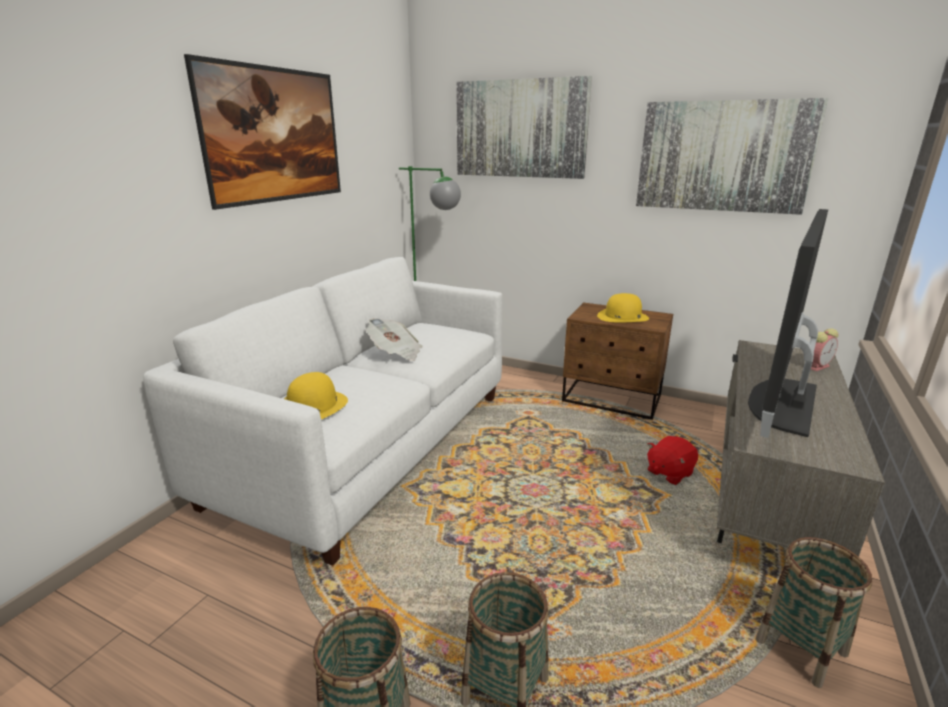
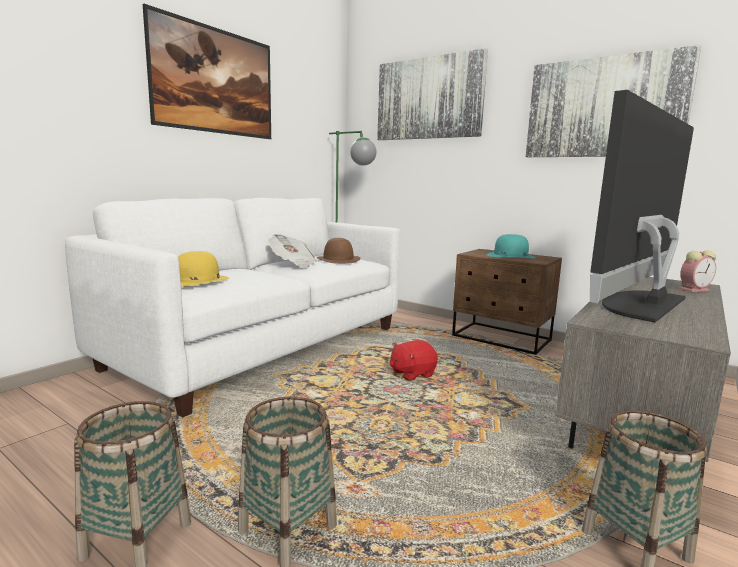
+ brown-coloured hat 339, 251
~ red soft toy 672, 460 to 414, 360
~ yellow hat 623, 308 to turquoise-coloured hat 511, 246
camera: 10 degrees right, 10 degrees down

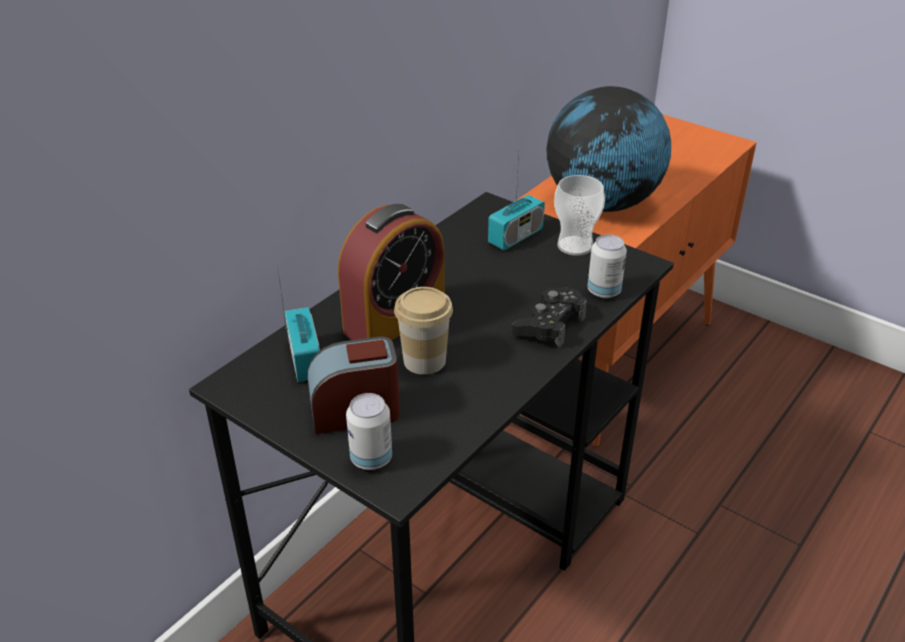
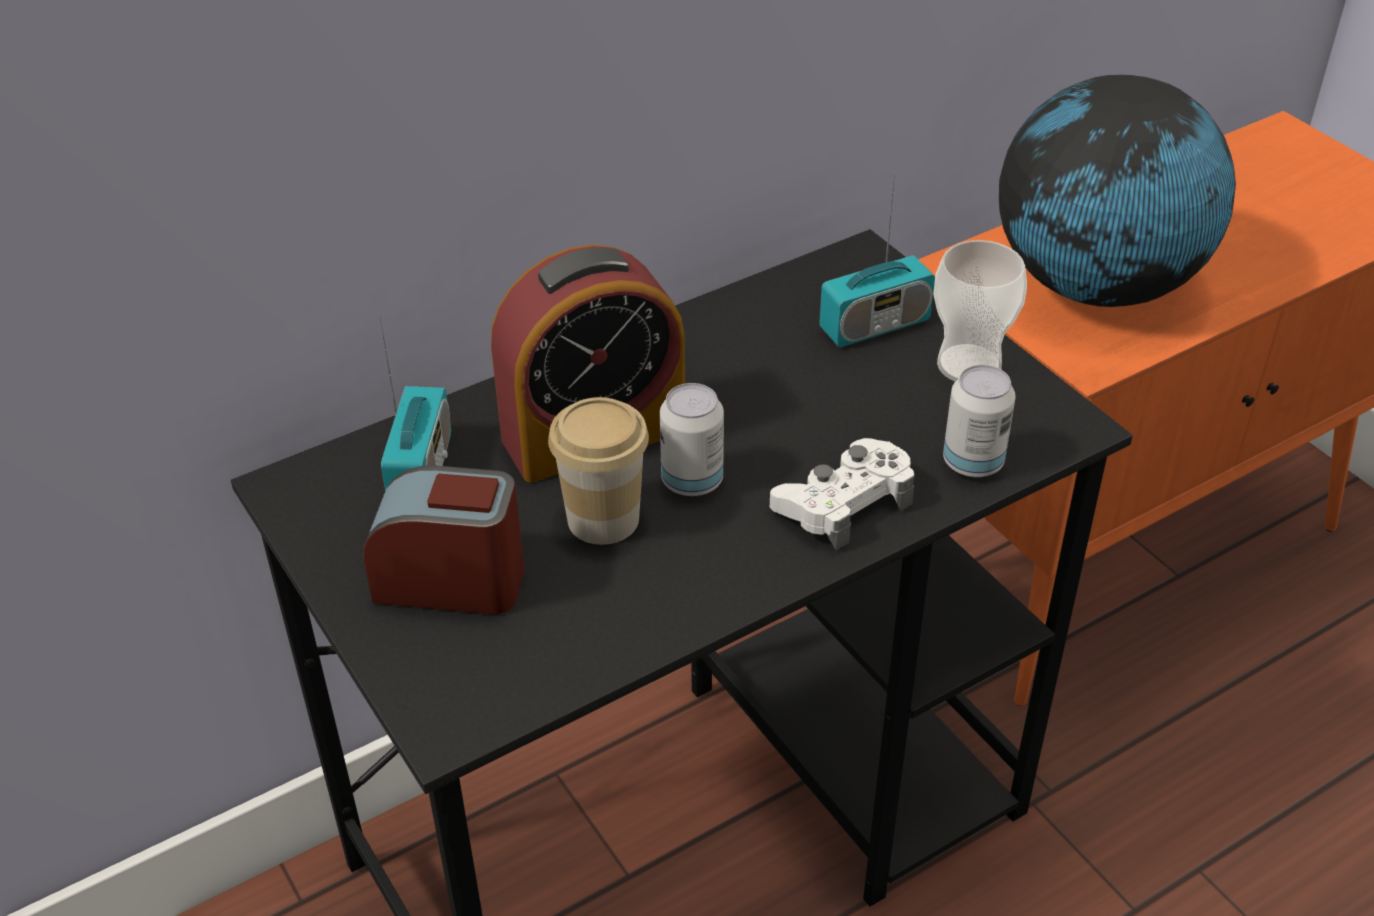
~ sealed can 369, 431 to 692, 439
~ black-coloured game controller 549, 317 to white game controller 842, 494
camera: 20 degrees right, 5 degrees up

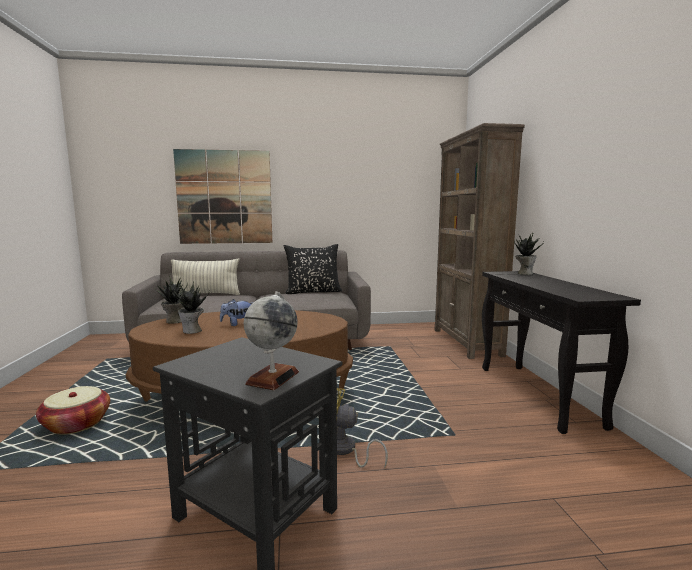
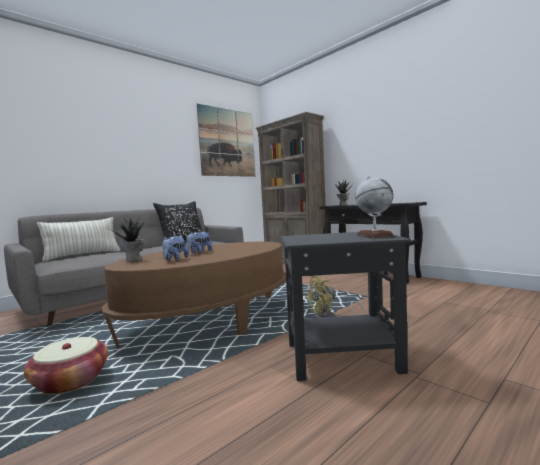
~ wall picture 222, 196 to 226, 140
~ houseplant 192, 307 to soft toy 175, 248
camera: 35 degrees left, 5 degrees down

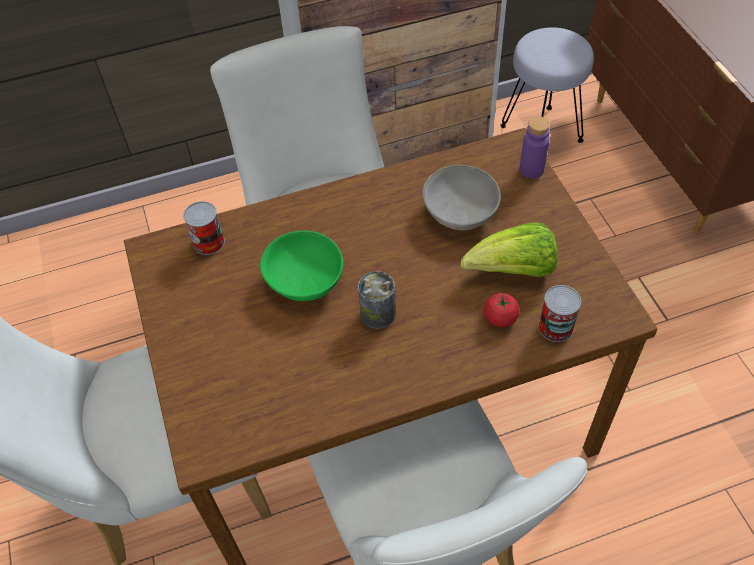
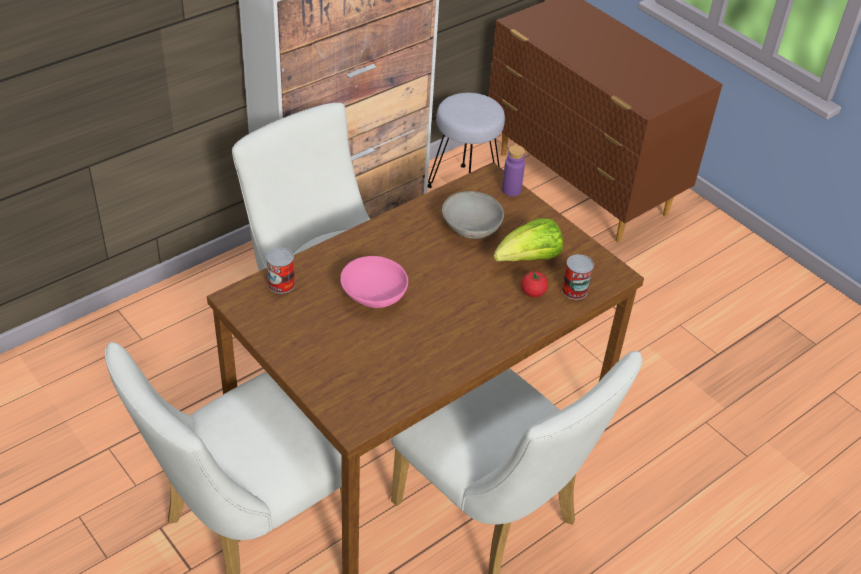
- sealed can 377, 300
~ greenish bowl 301, 266 to pink bowl 374, 282
camera: 25 degrees left, 10 degrees down

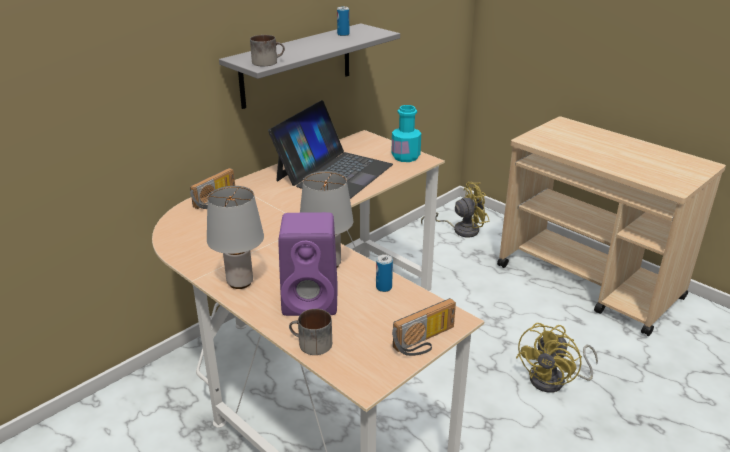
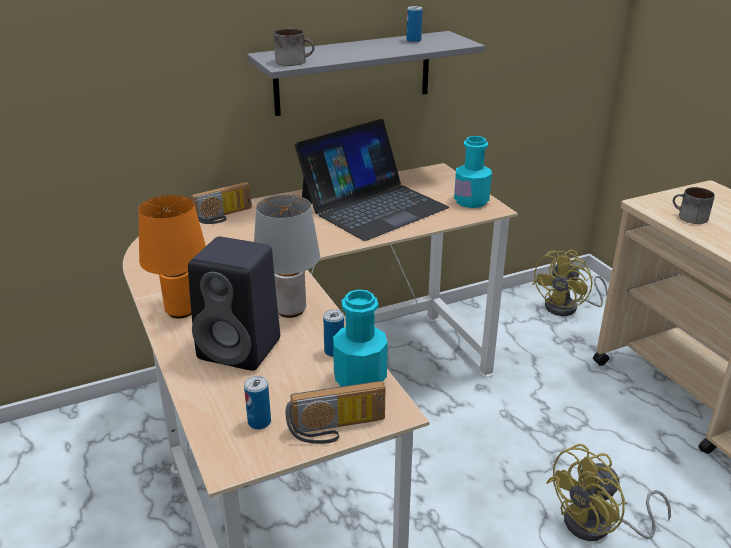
+ sealed can 257, 403
+ turquoise-coloured bottle 360, 338
~ tea mug 310, 332 to 694, 205
~ gray tabletop lamp 235, 237 to orangey tabletop lamp 172, 257
~ purple audio speaker 308, 264 to black-coloured audio speaker 234, 304
~ yellow cooling fan 455, 209 = 570, 283 120 degrees clockwise
camera: 20 degrees right, 0 degrees up

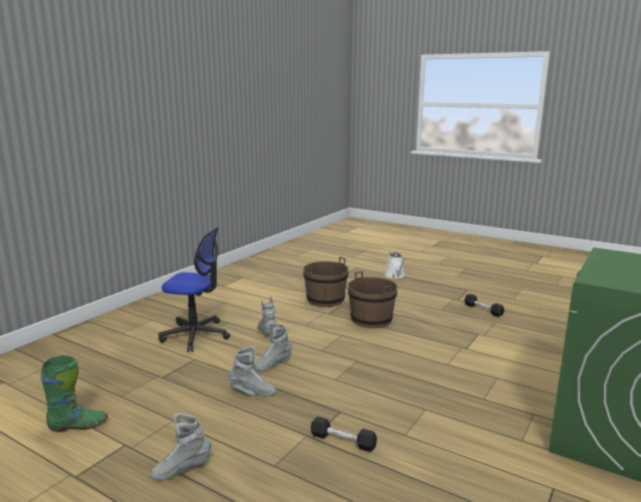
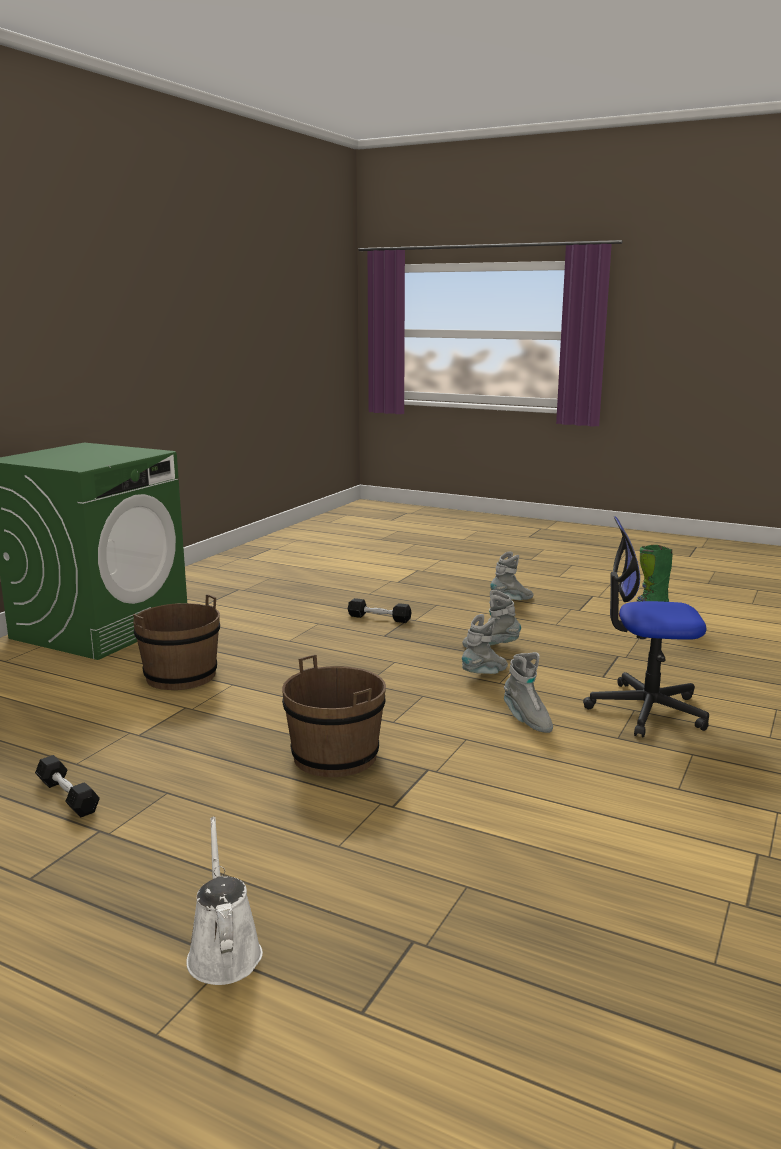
~ brown-coloured water bucket 325, 282 to 176, 642
camera: 175 degrees right, 0 degrees up

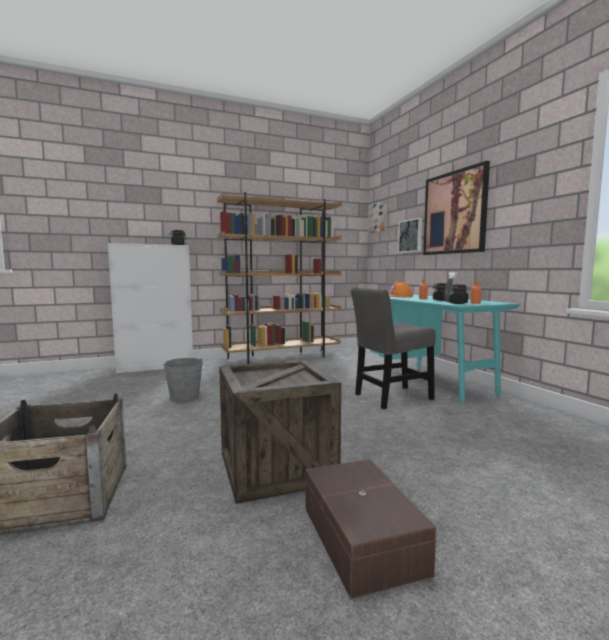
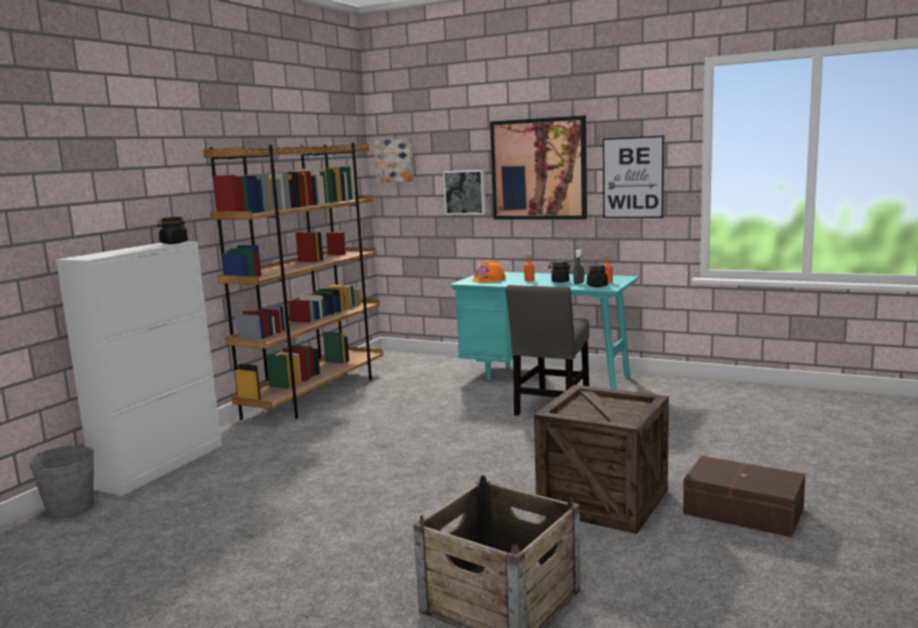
+ wall picture 633, 177
~ gray water bucket 183, 380 to 61, 480
camera: 40 degrees left, 5 degrees up

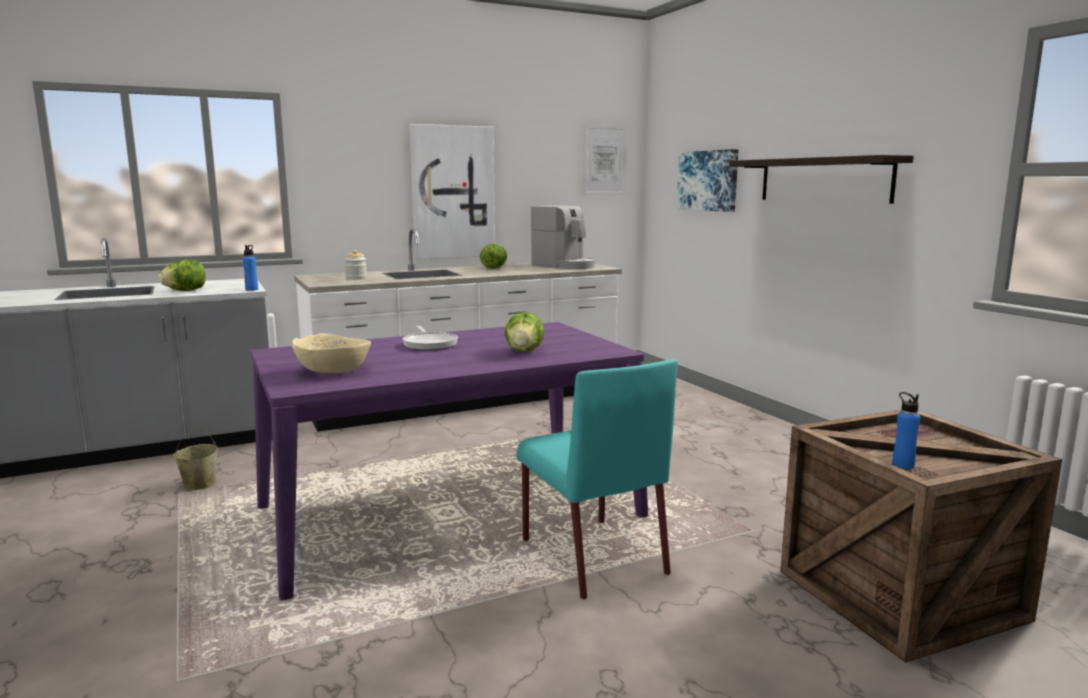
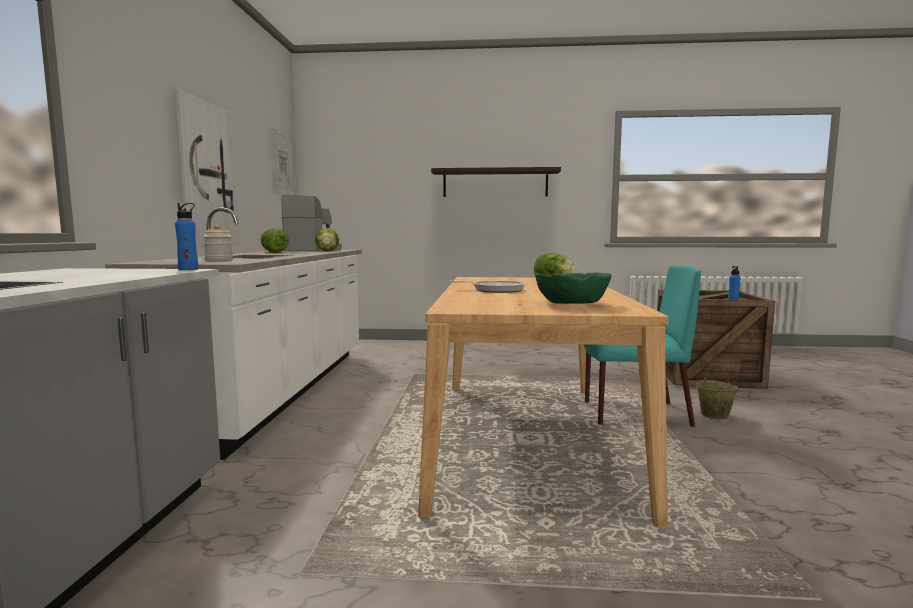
- wall picture 708, 180
~ lettuce 182, 275 to 327, 239
~ sand-coloured water bucket 196, 459 to 717, 392
~ purple kitchen table 449, 461 to sand-coloured kitchen table 543, 402
~ sand-coloured bowl 331, 353 to greenish bowl 573, 288
camera: 60 degrees left, 5 degrees down

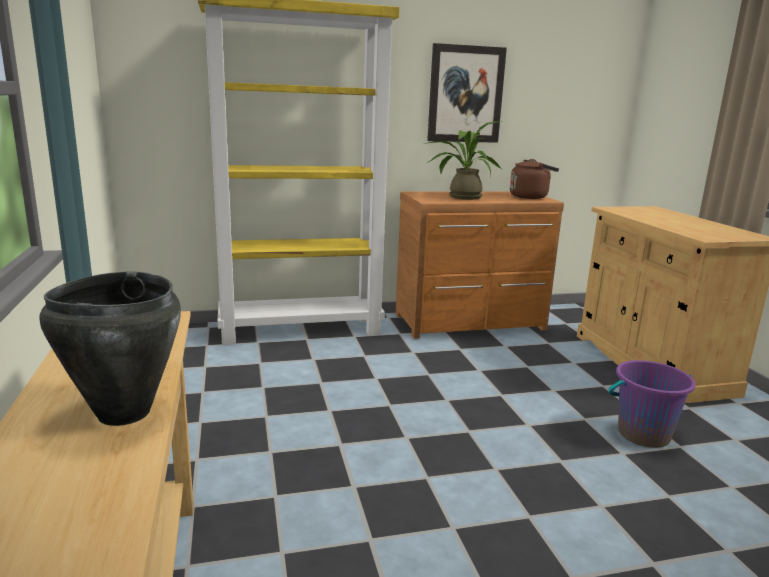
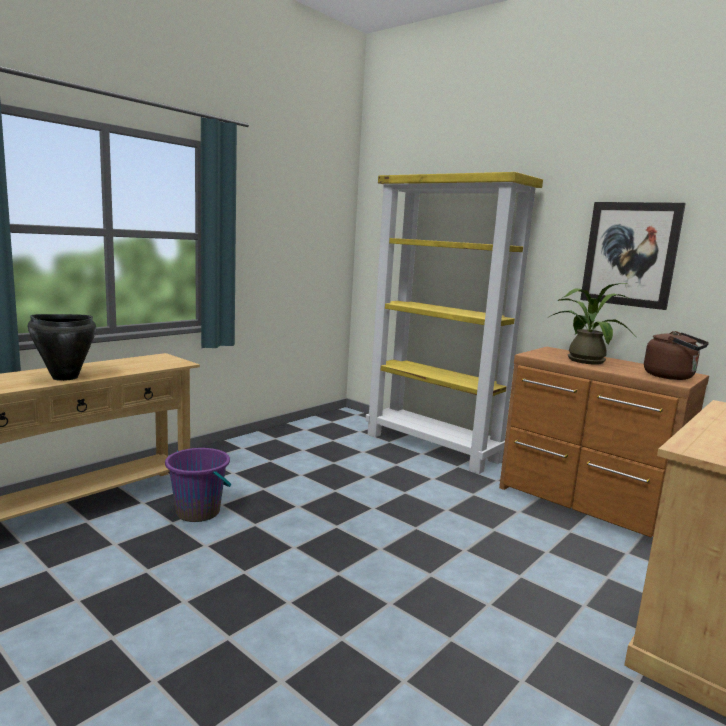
~ purple water bucket 652, 404 to 198, 485
camera: 55 degrees right, 5 degrees down

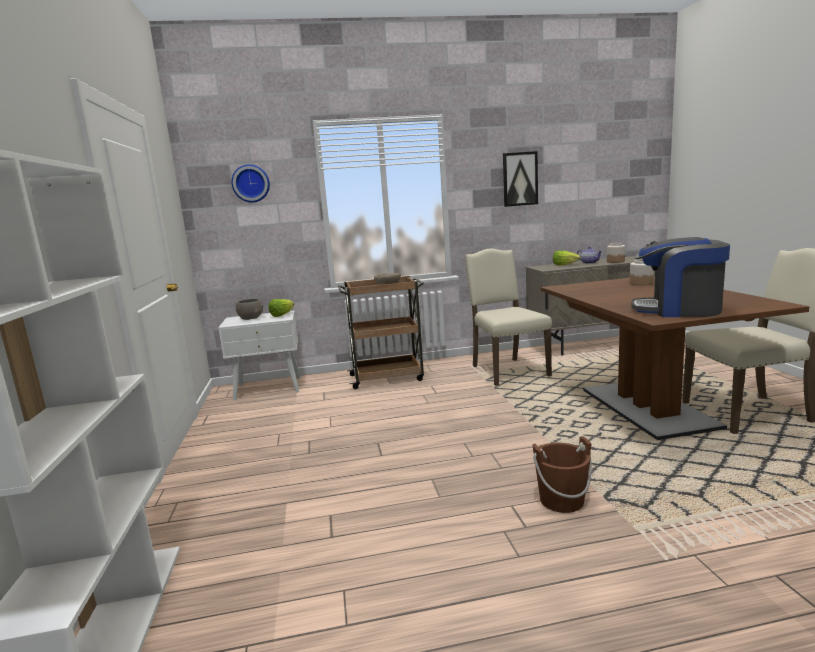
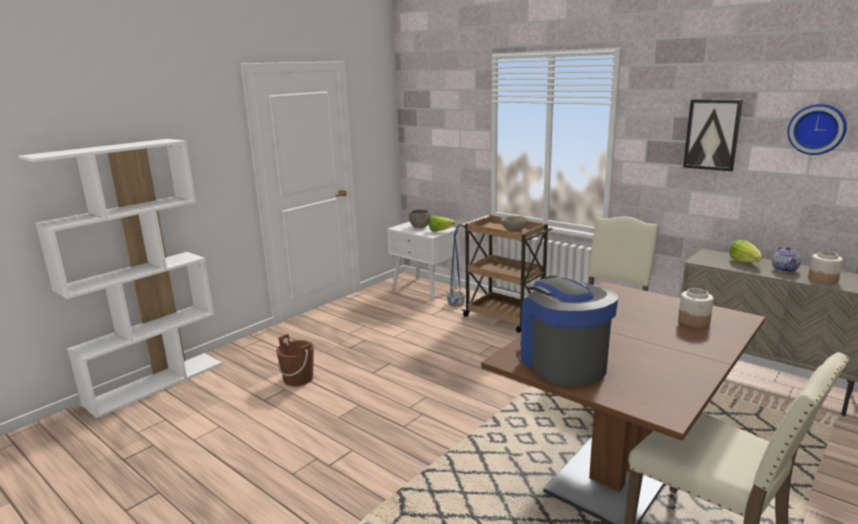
+ blue-coloured plant pot 456, 265
~ hanging clock 251, 183 to 817, 129
~ brown-coloured water bucket 562, 474 to 295, 360
camera: 50 degrees right, 5 degrees up

